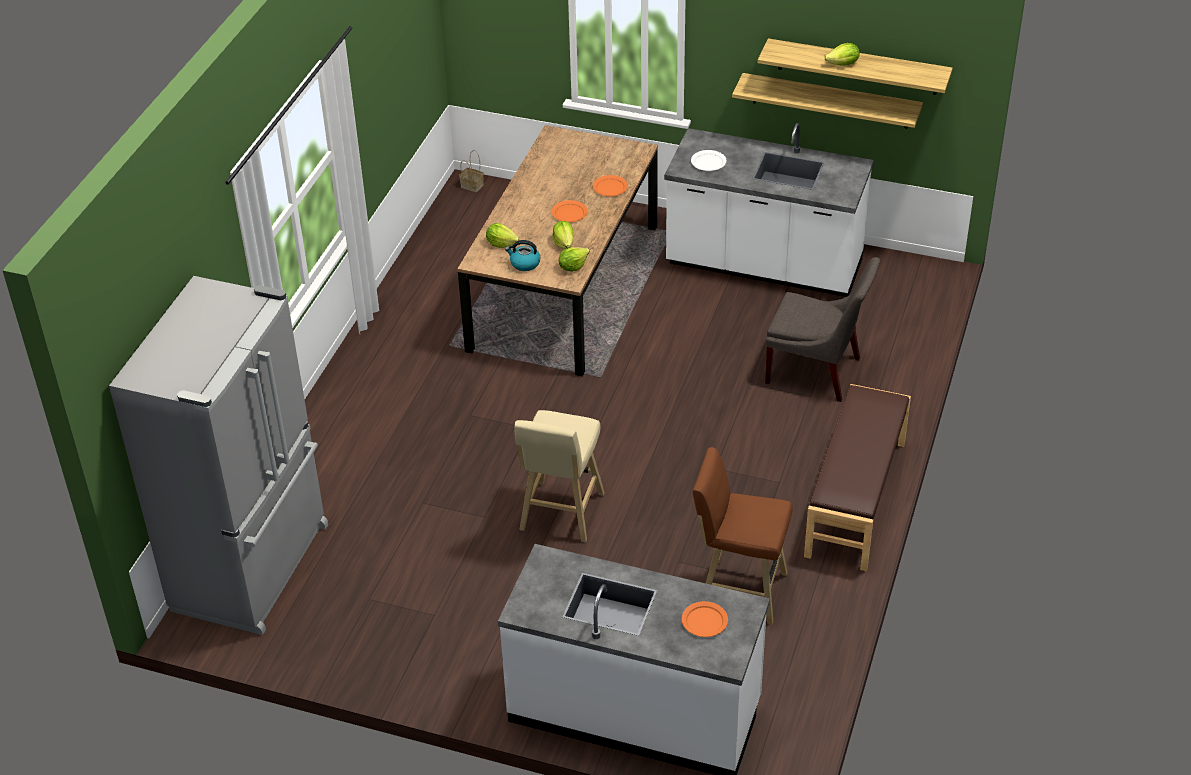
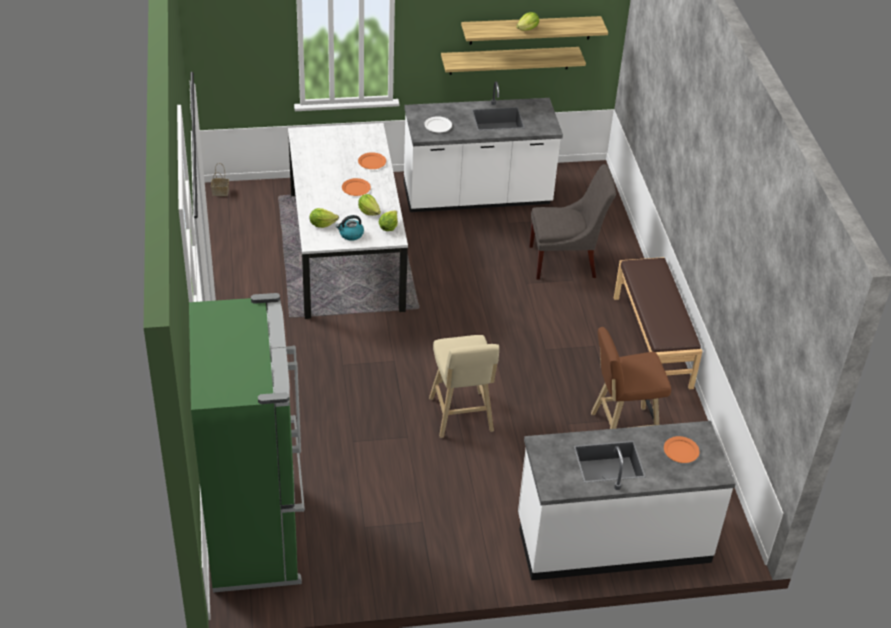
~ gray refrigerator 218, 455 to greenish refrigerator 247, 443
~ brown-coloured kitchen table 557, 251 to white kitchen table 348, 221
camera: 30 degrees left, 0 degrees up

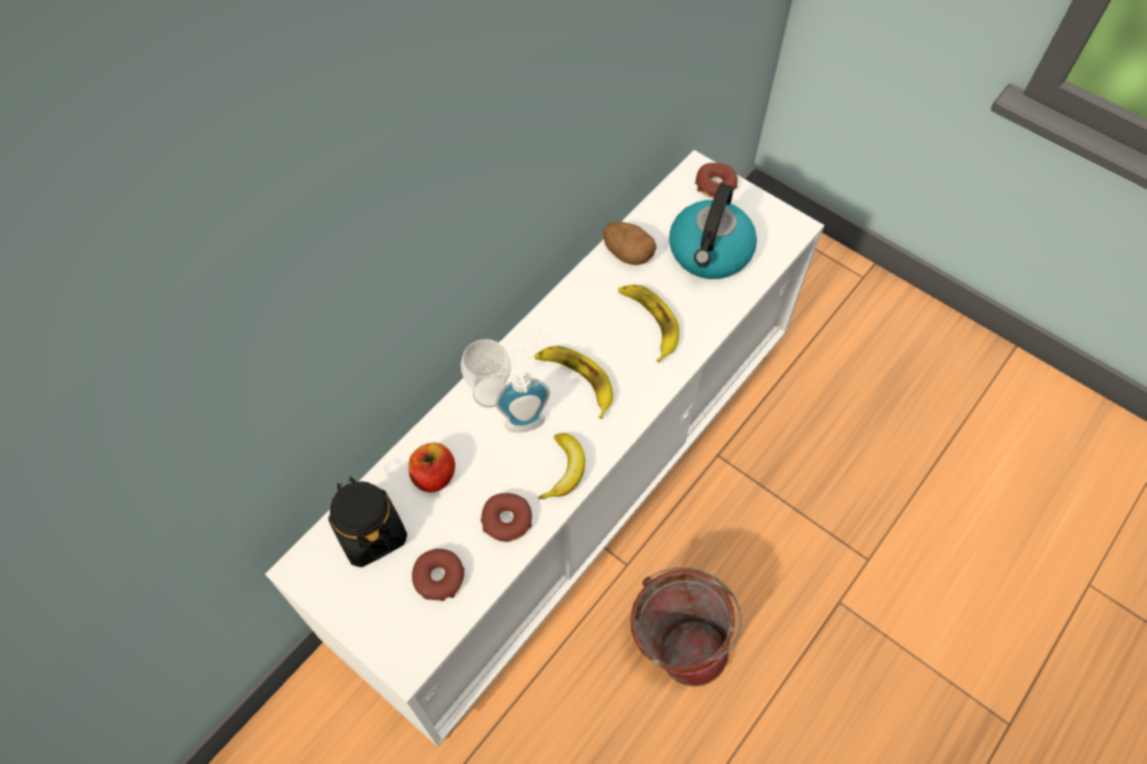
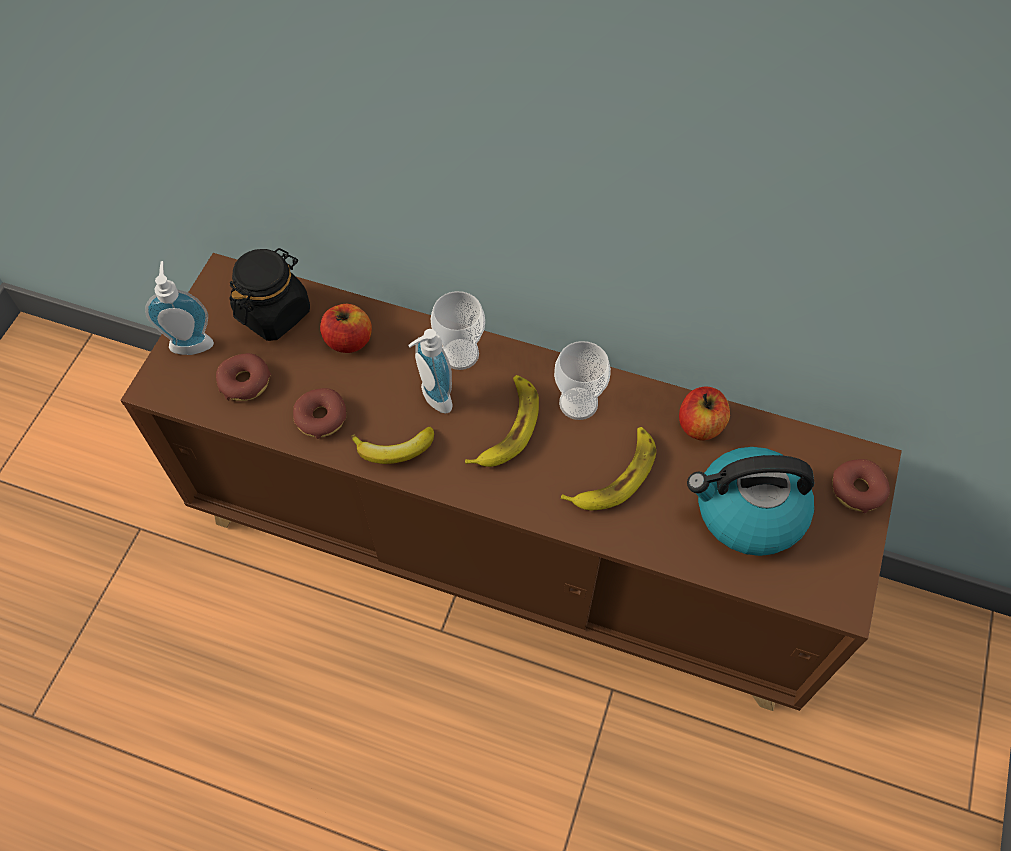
- water bucket 686, 627
+ liquid soap bottle 179, 308
+ cup 582, 380
~ spud 630, 243 to apple fruit 704, 414
~ white cabinet 544, 448 to brown-coloured cabinet 511, 482
camera: 70 degrees right, 0 degrees up

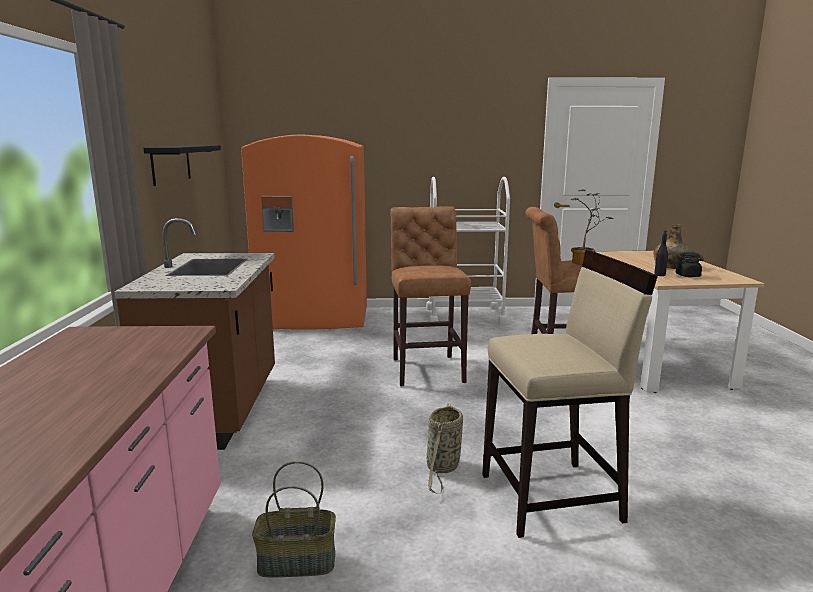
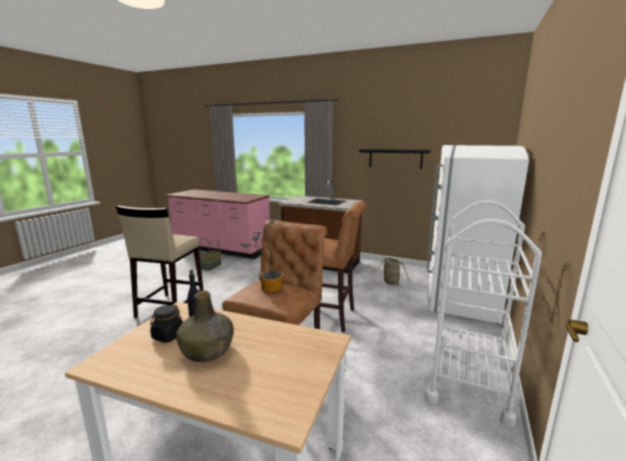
~ household basket 445, 448 to 389, 272
~ orangey refrigerator 304, 232 to white refrigerator 478, 234
camera: 115 degrees right, 0 degrees up

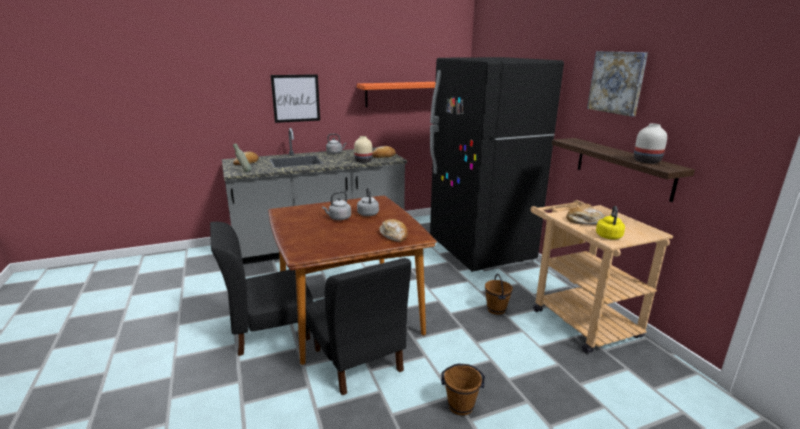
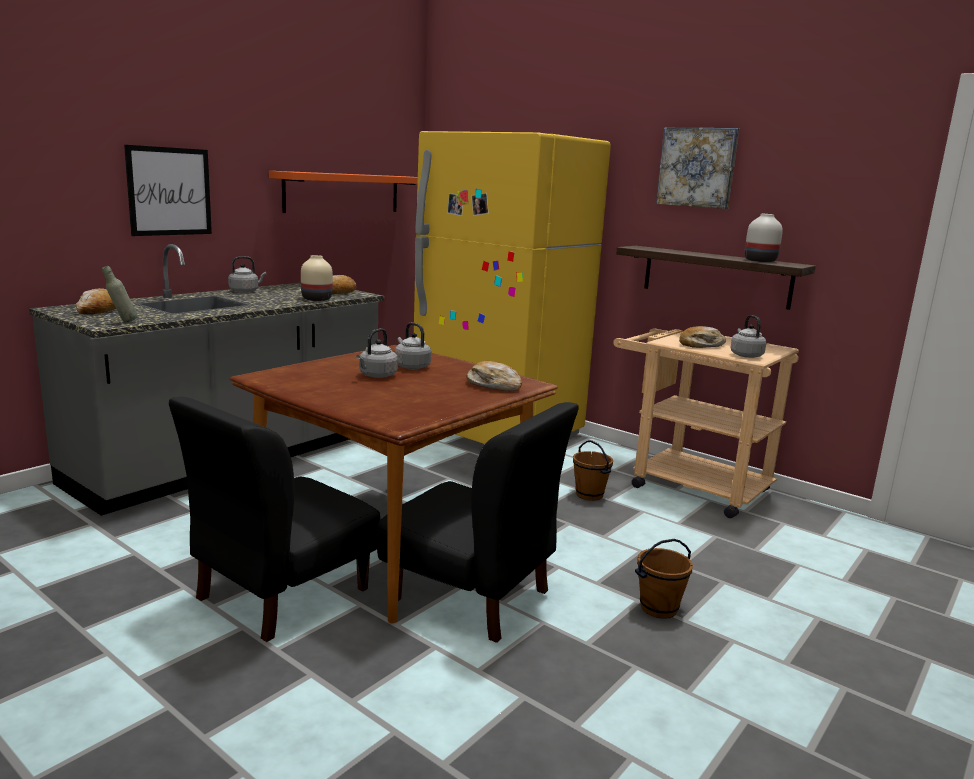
~ black-coloured refrigerator 497, 164 to yellow refrigerator 512, 287
~ yellow kettle 610, 223 to gray kettle 748, 336
camera: 30 degrees left, 5 degrees down

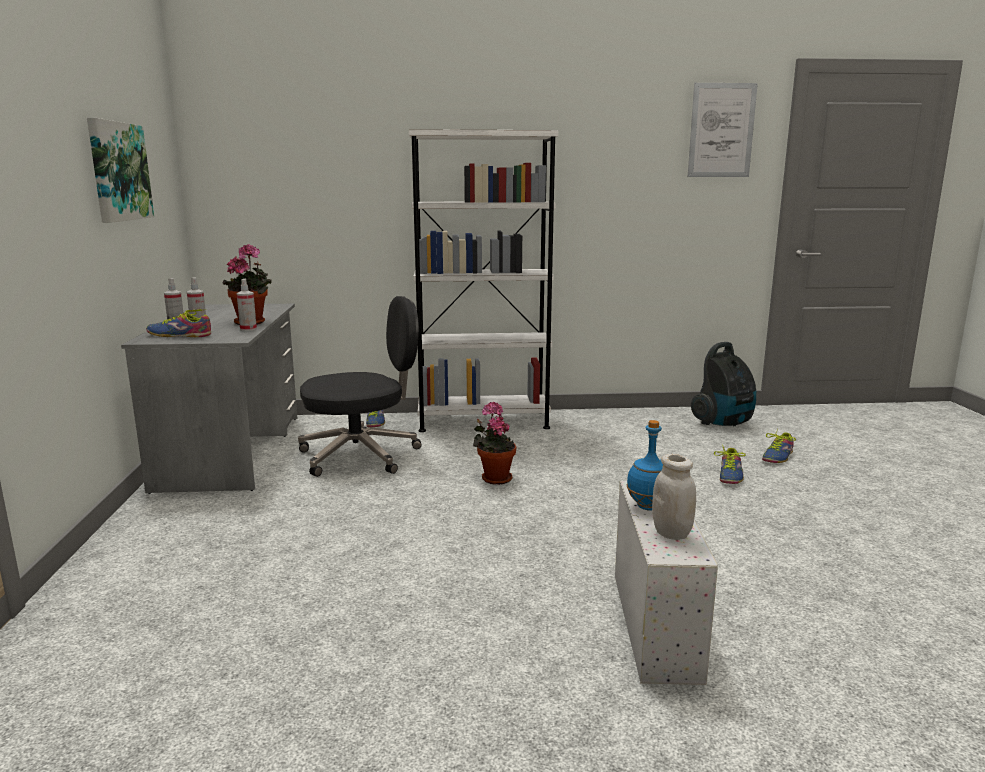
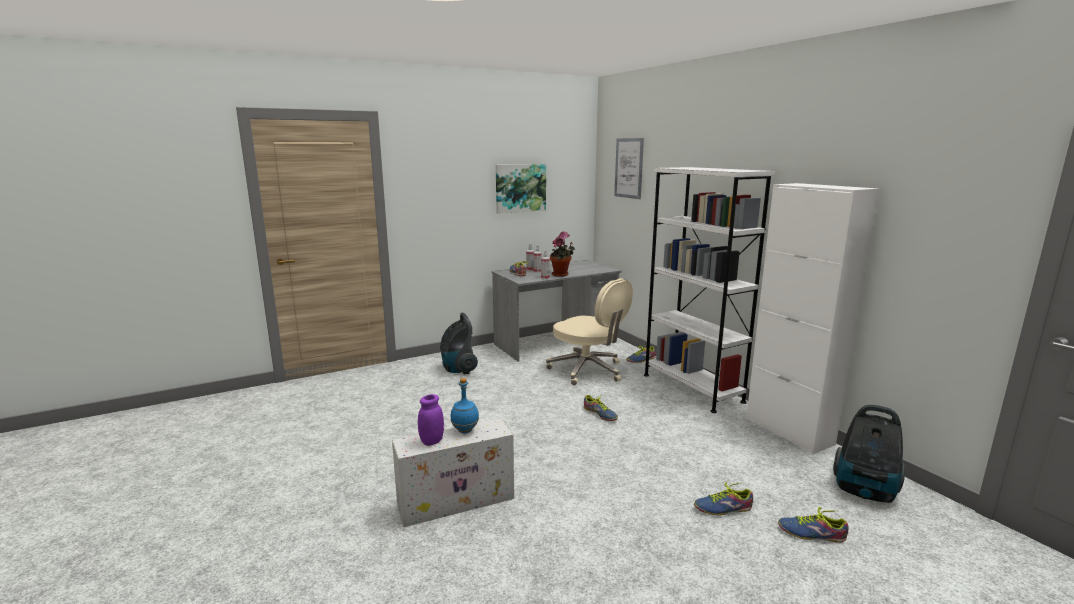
+ hoover 459, 343
+ white cabinet 812, 318
~ wall picture 723, 130 to 629, 168
~ houseplant 495, 443 to item of footwear 601, 408
~ black-coloured office chair 360, 386 to sand-coloured office chair 589, 332
~ white preserve jar 674, 497 to purple preserve jar 431, 420
camera: 65 degrees right, 0 degrees up

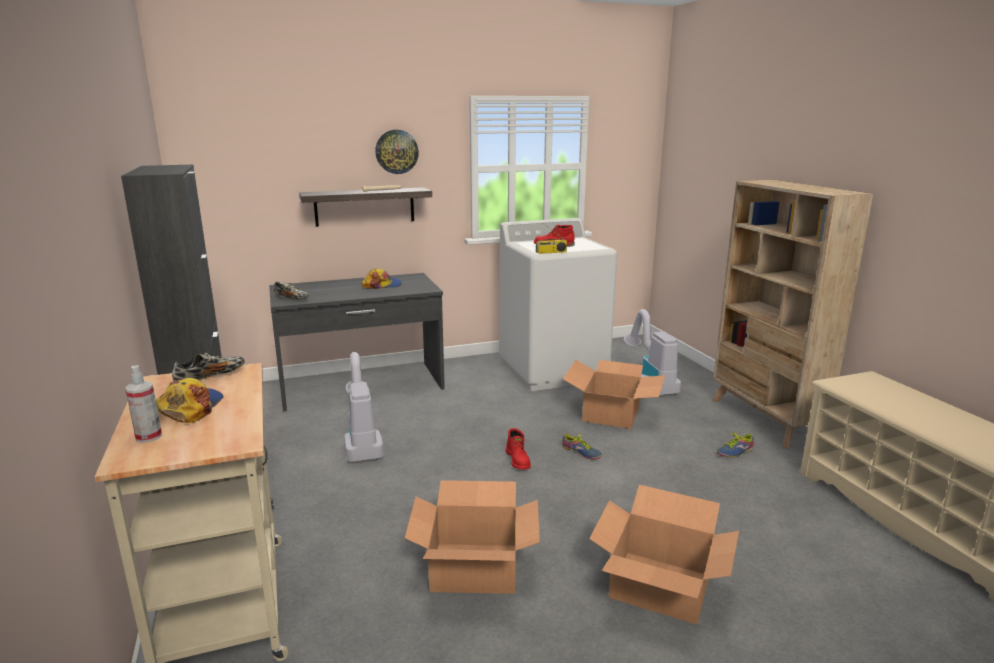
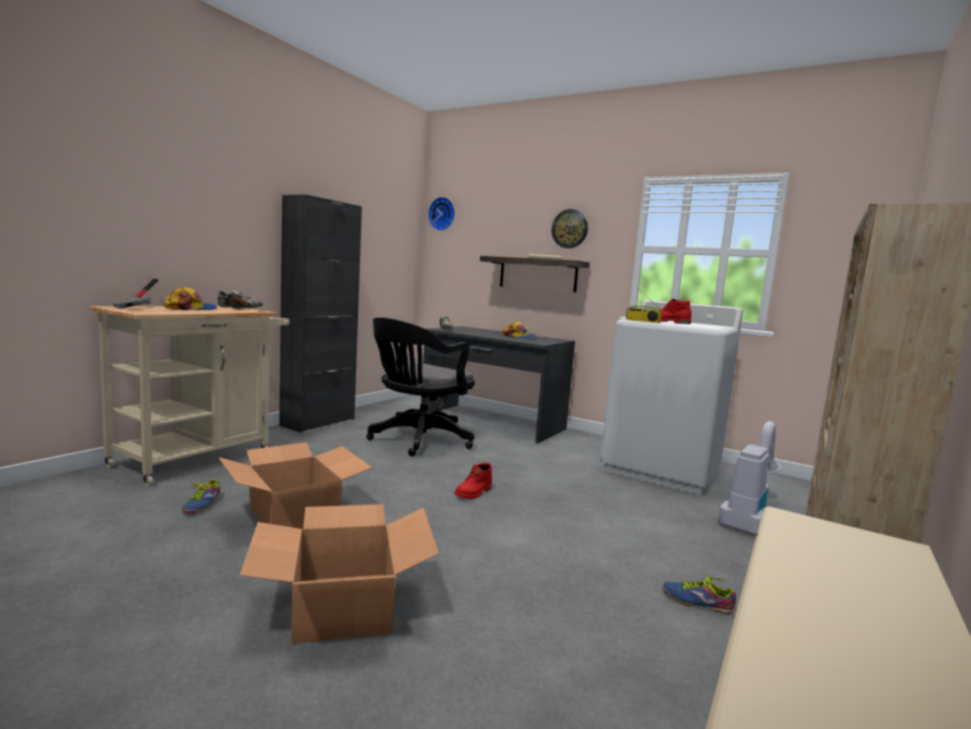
- carton 614, 394
+ hanging clock 441, 214
~ item of footwear 582, 446 to 201, 495
~ hand sprayer 143, 404 to hammer 135, 294
~ hoover 364, 407 to black-coloured office chair 420, 387
camera: 50 degrees right, 10 degrees down

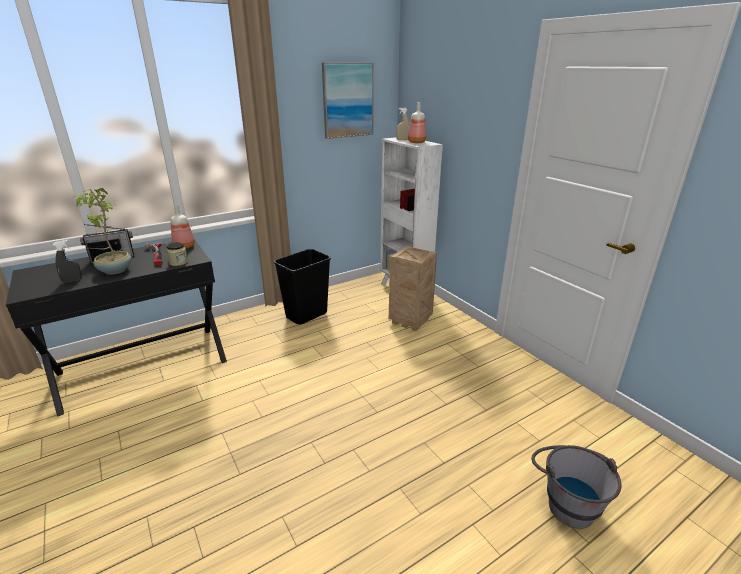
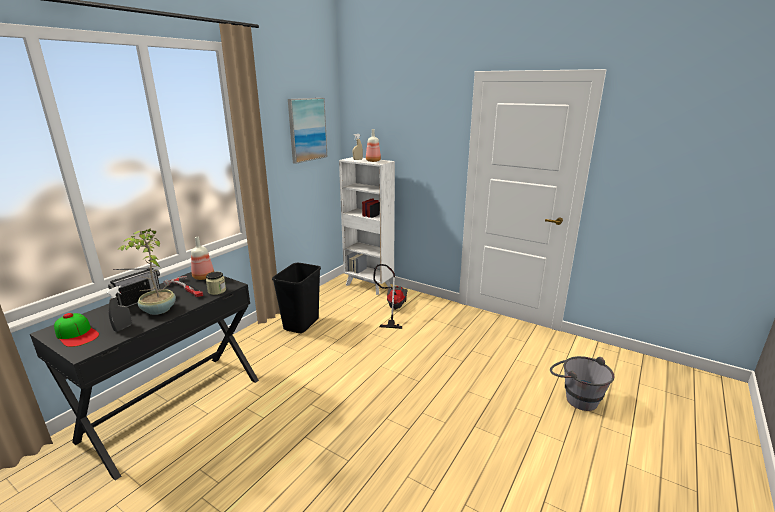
+ peaked cap 76, 330
~ packing crate 413, 288 to hoover 390, 296
camera: 25 degrees left, 5 degrees down

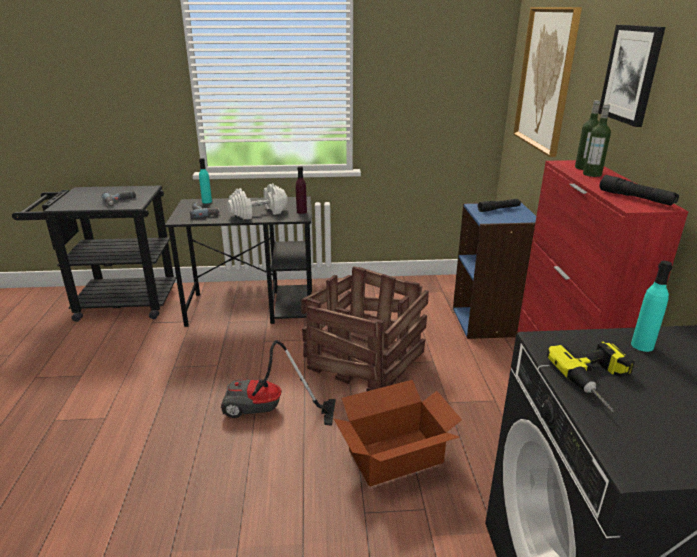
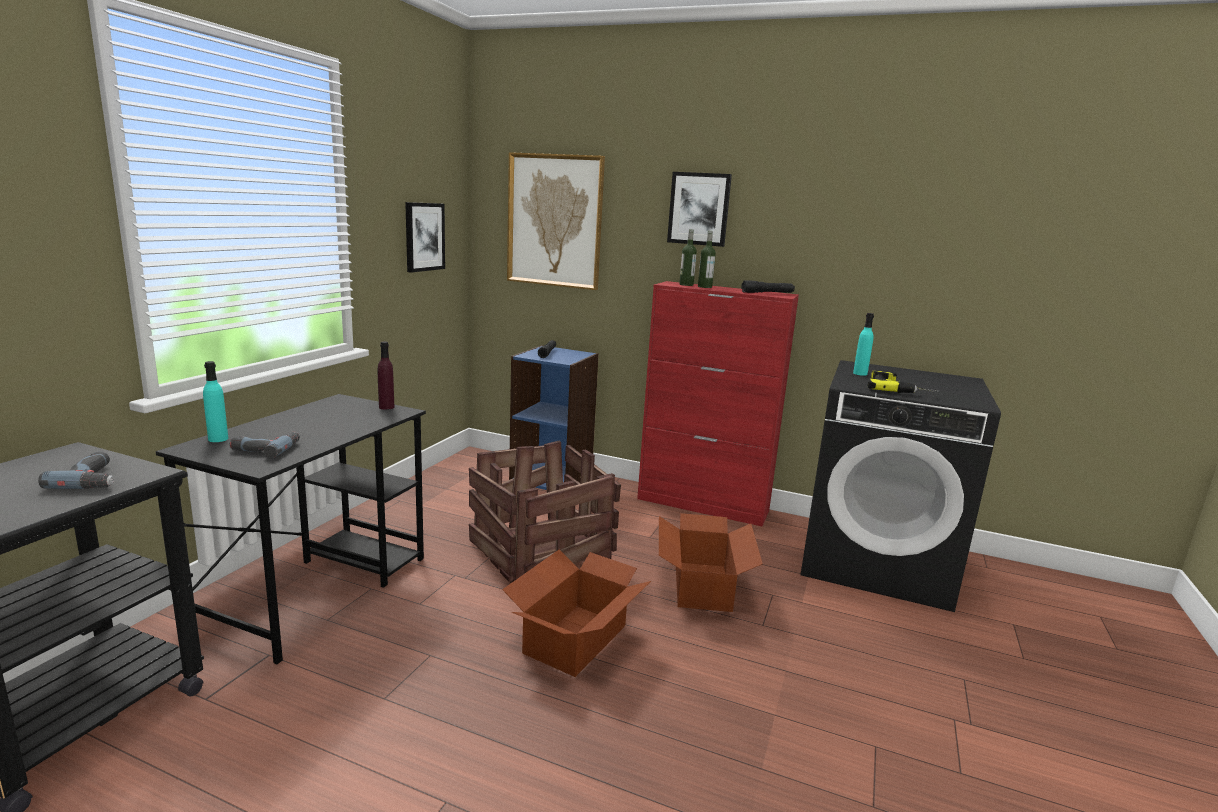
- white dumbbell 257, 202
+ wall picture 425, 237
~ hoover 278, 383 to carton 576, 613
camera: 65 degrees left, 10 degrees down

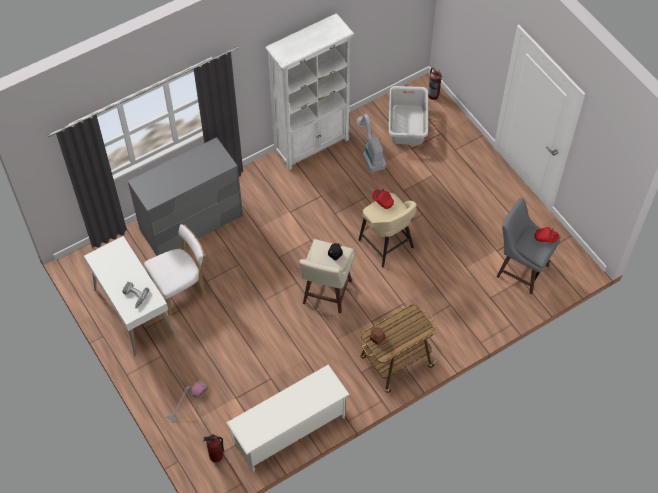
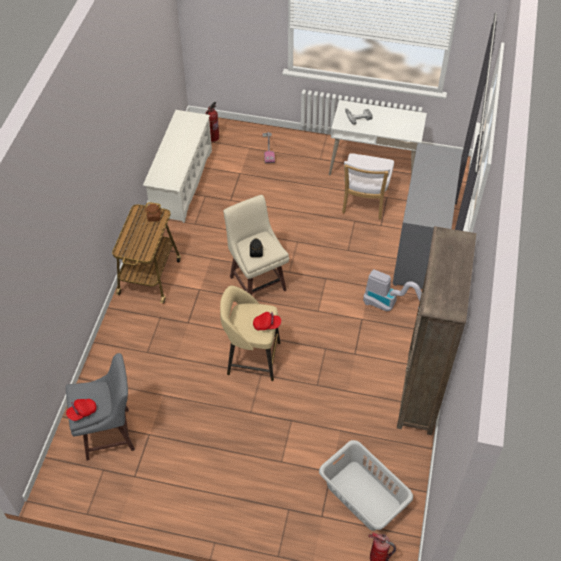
~ hoover 371, 143 to 392, 290
~ white bookshelf 309, 92 to brown-coloured bookshelf 436, 330
camera: 135 degrees right, 5 degrees down

